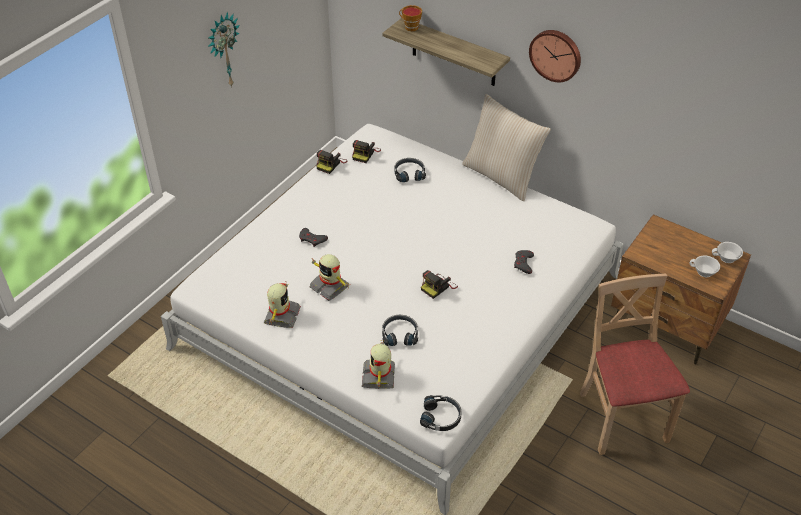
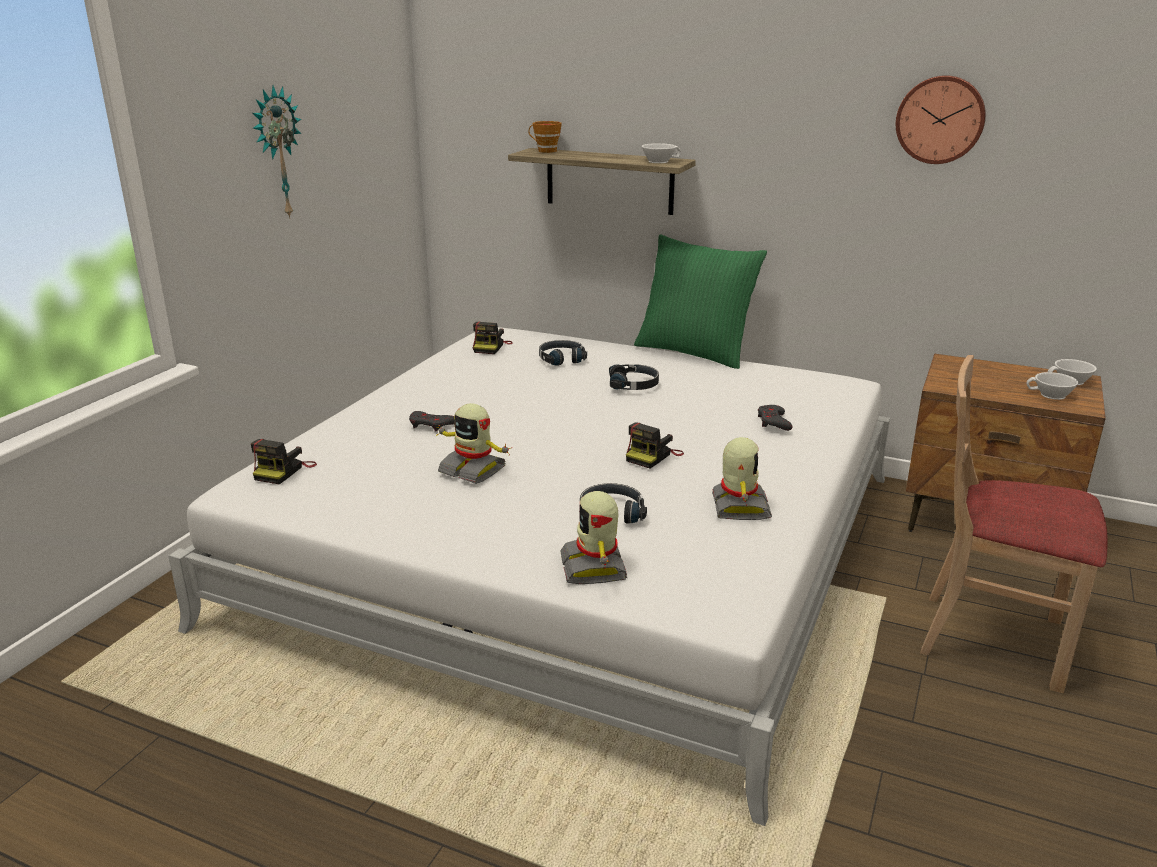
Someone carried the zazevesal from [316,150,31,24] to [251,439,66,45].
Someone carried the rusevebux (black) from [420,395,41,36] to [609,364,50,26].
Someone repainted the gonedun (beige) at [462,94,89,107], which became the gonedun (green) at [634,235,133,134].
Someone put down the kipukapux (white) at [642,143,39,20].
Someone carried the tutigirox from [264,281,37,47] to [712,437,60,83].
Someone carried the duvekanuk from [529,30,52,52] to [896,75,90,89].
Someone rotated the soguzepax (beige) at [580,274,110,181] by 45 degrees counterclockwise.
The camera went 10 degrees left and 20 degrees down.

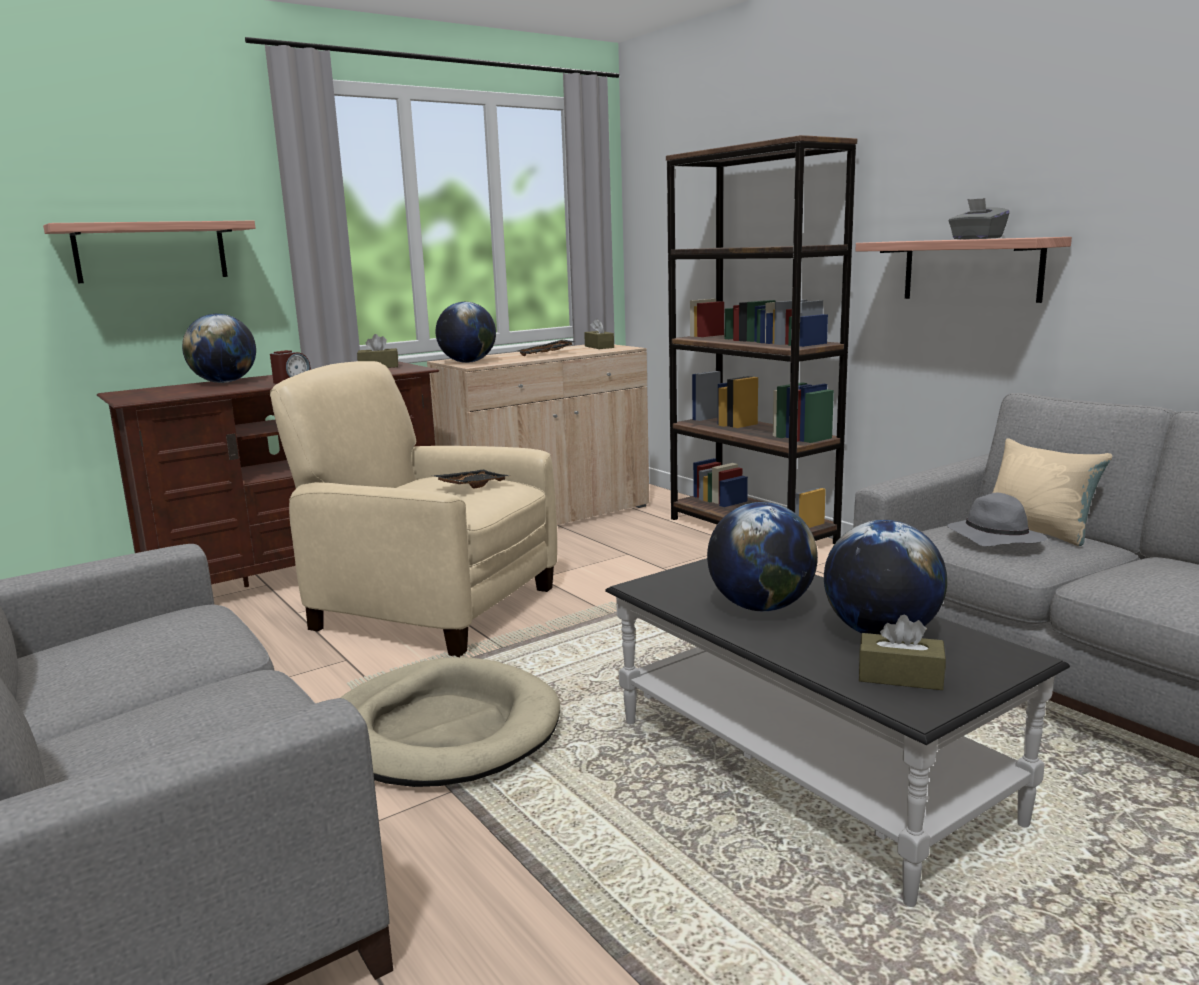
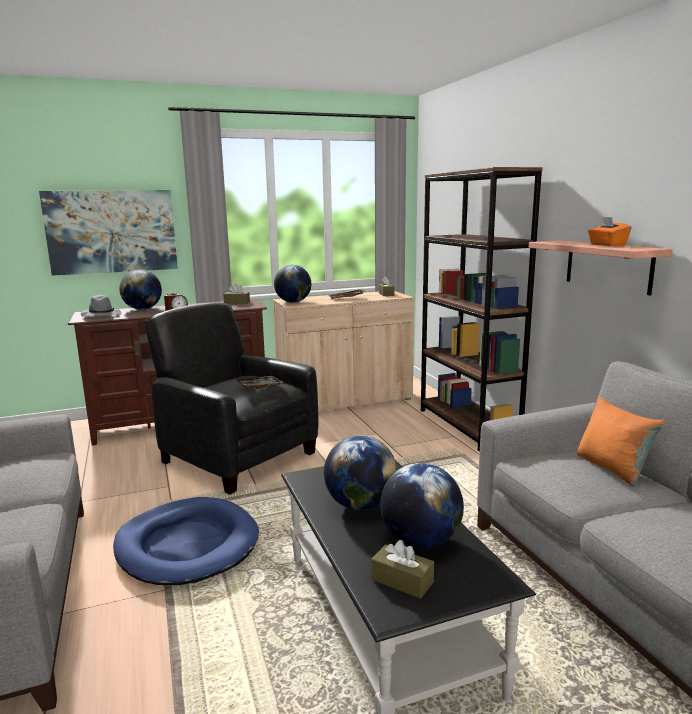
Someone swapped the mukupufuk at [43,221,212,62] for the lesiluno at [39,190,139,86].
Someone carried the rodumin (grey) from [947,492,100,55] to [81,295,40,22].
Someone repainted the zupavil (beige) at [340,657,220,130], which became the zupavil (blue) at [113,497,146,88].
Someone repainted the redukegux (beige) at [270,361,287,296], which became the redukegux (black) at [145,303,173,192].
Someone repainted the gonedun (beige) at [993,438,120,108], which became the gonedun (orange) at [577,397,88,89].
Someone repainted the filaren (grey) at [949,198,61,41], which became the filaren (orange) at [588,217,43,29].
The camera went 15 degrees right and 0 degrees up.

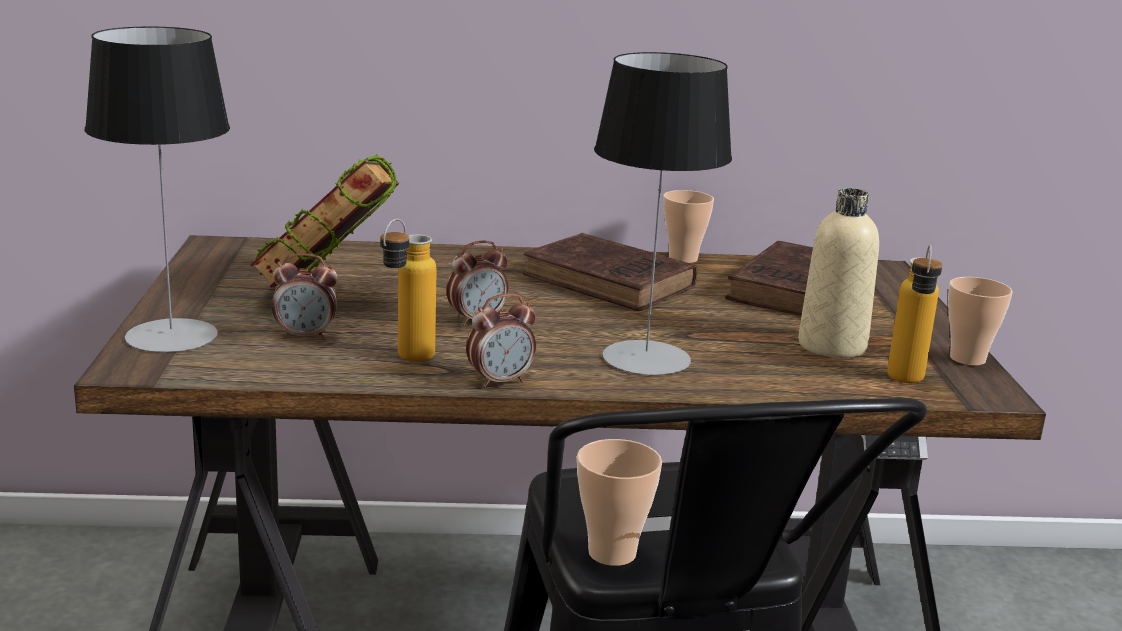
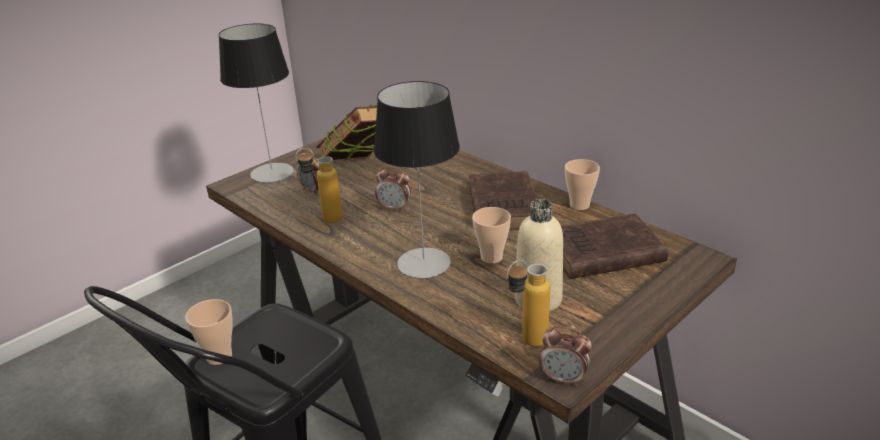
Someone carried the kipukapux from [948,277,65,89] to [472,207,39,56].
Someone carried the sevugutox from [466,293,70,95] to [539,326,53,61].
The camera went 50 degrees right and 10 degrees up.

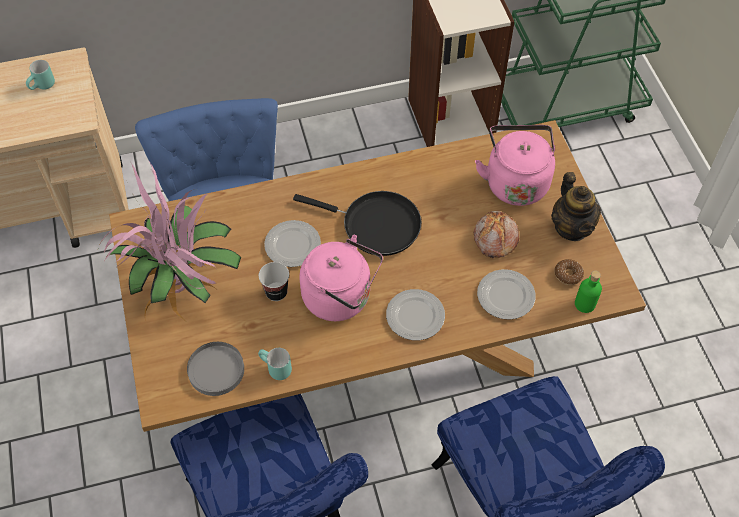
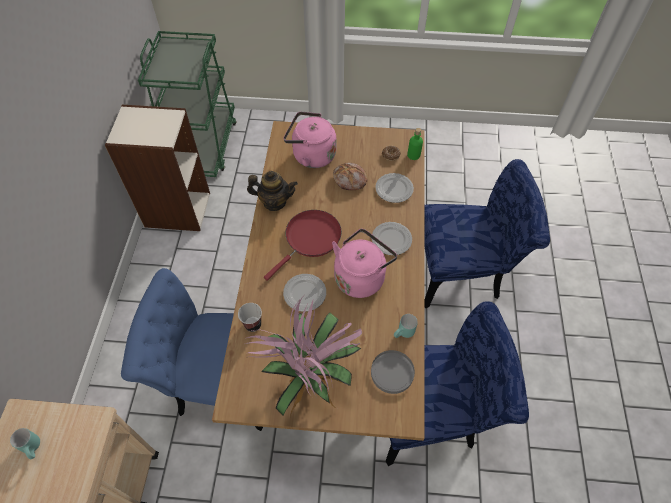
Someone carried the kipukapux from [259,262,30,39] to [238,303,24,29].
Someone carried the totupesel from [551,172,50,69] to [247,171,51,40].
Someone repainted the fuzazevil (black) at [293,191,128,65], which became the fuzazevil (red) at [264,210,78,71].
The camera went 70 degrees left and 0 degrees up.

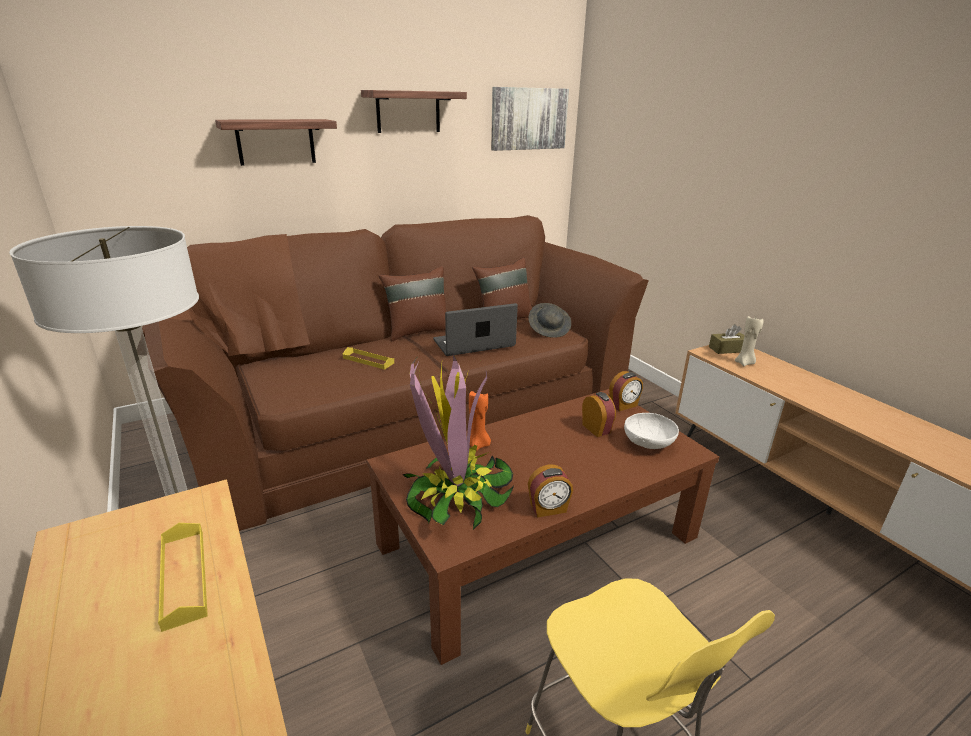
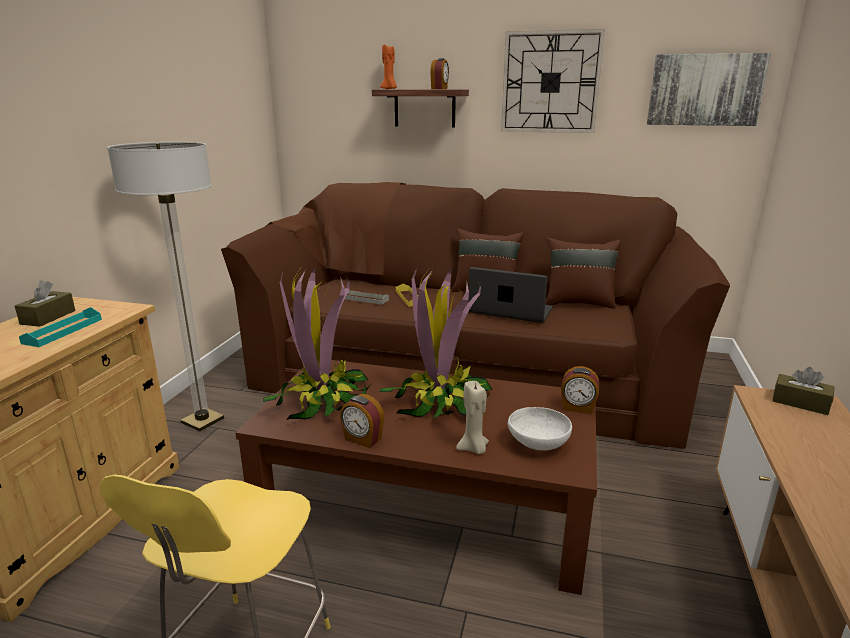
Someone put down the filaren (brown) at [15,281,60,46].
Someone repainted the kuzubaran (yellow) at [158,523,50,109], which became the kuzubaran (turquoise) at [19,307,83,40].
Someone put down the kuzubaran (grey) at [345,290,44,15].
Someone put down the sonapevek at [379,264,114,154].
Someone carried the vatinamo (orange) from [469,391,22,60] to [380,45,17,44].
Someone carried the sevugutox from [582,392,34,45] to [430,58,19,31].
Someone carried the vatinamo (beige) from [735,316,29,50] to [456,381,33,73].
Someone swapped the mukupufuk at [361,90,106,43] for the duvekanuk at [501,29,104,104].
Someone took away the rodumin (grey) at [528,303,43,35].
The camera went 45 degrees right and 5 degrees down.

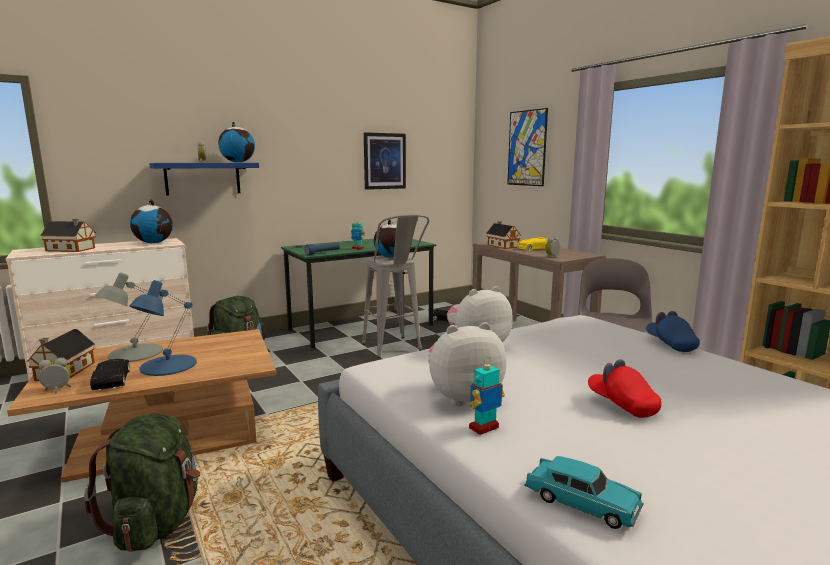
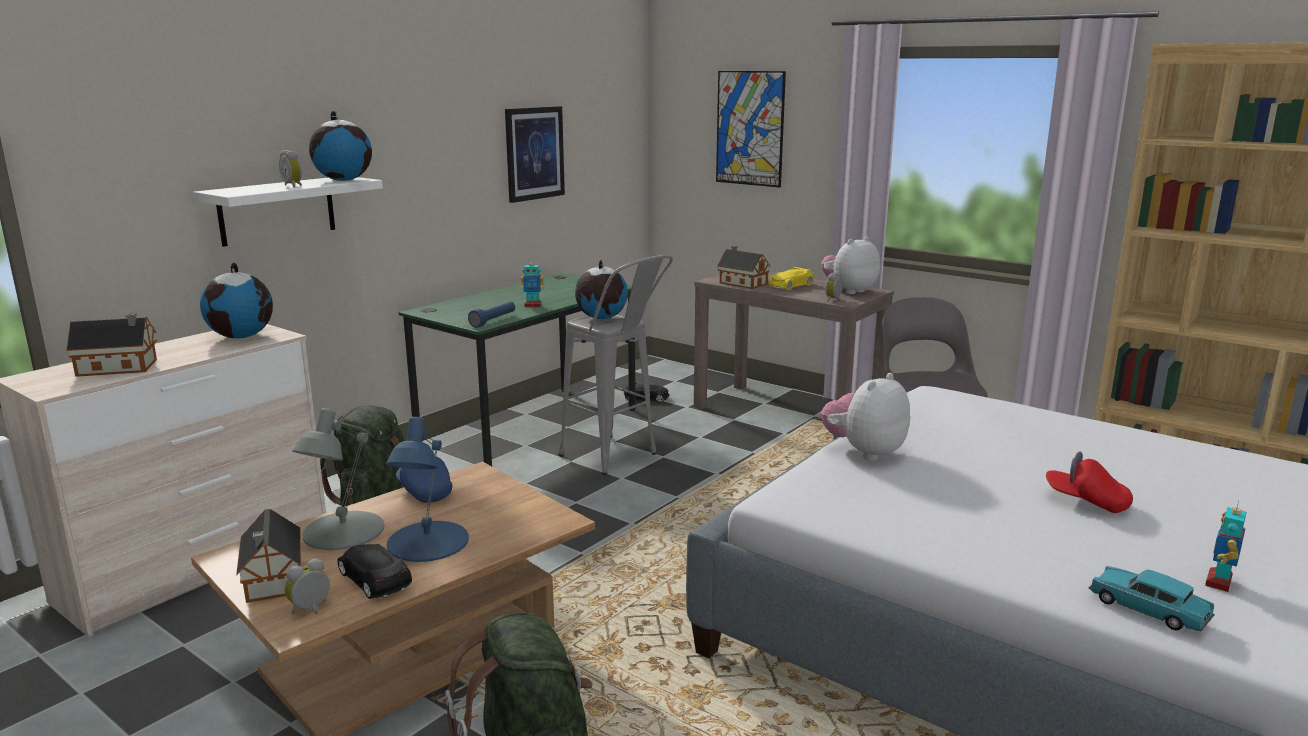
Someone repainted the mukupufuk (blue) at [149,163,110,33], which became the mukupufuk (white) at [193,177,190,70].
Someone carried the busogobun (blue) from [646,311,54,41] to [396,456,56,47].
Someone carried the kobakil from [428,322,79,84] to [821,236,59,58].
Someone rotated the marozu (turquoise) at [524,456,120,73] by 150 degrees counterclockwise.
Someone carried the tutigirox from [469,357,36,78] to [1205,500,42,92].
The camera went 20 degrees left and 5 degrees up.

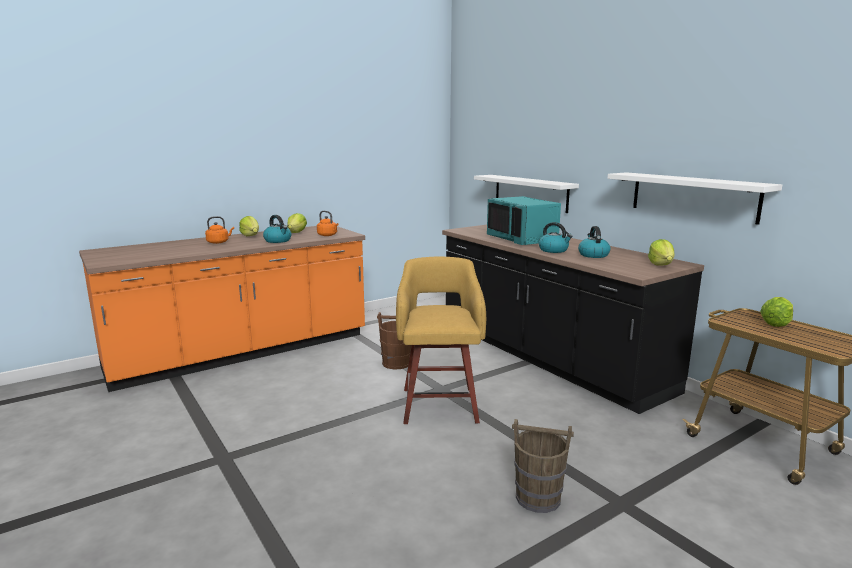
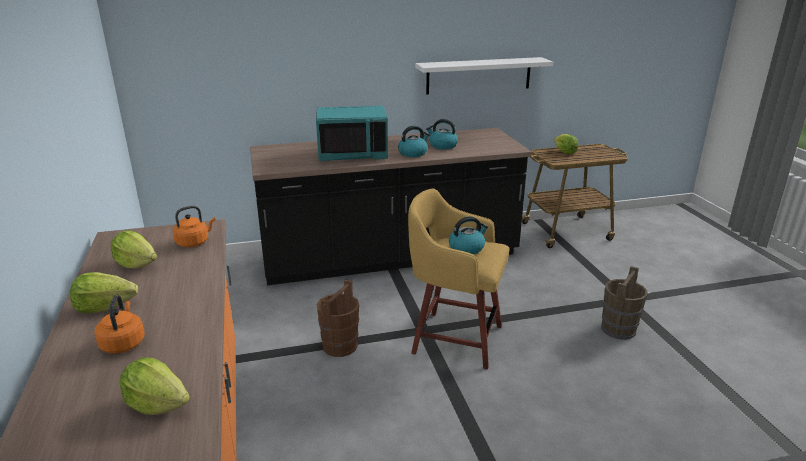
Someone carried the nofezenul from [648,239,27,27] to [120,357,70,58].
Someone carried the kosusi from [263,215,29,28] to [449,216,39,39].
Someone took away the mukupufuk (white) at [474,175,105,38].
The camera went 70 degrees left and 10 degrees up.

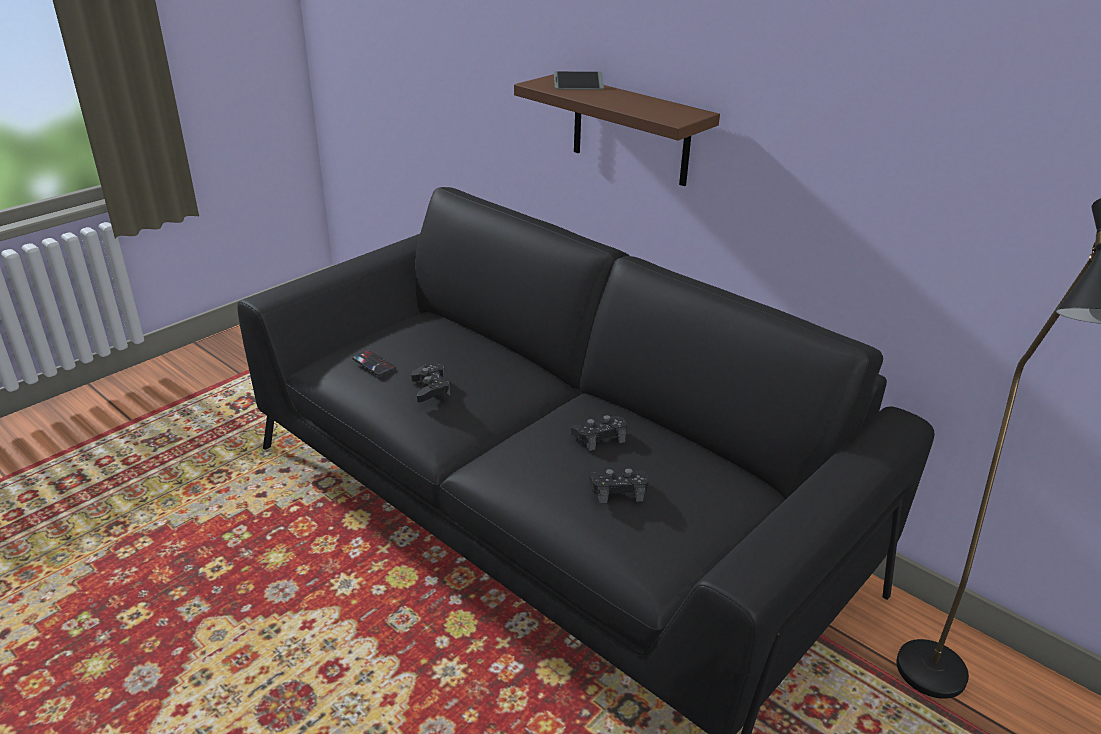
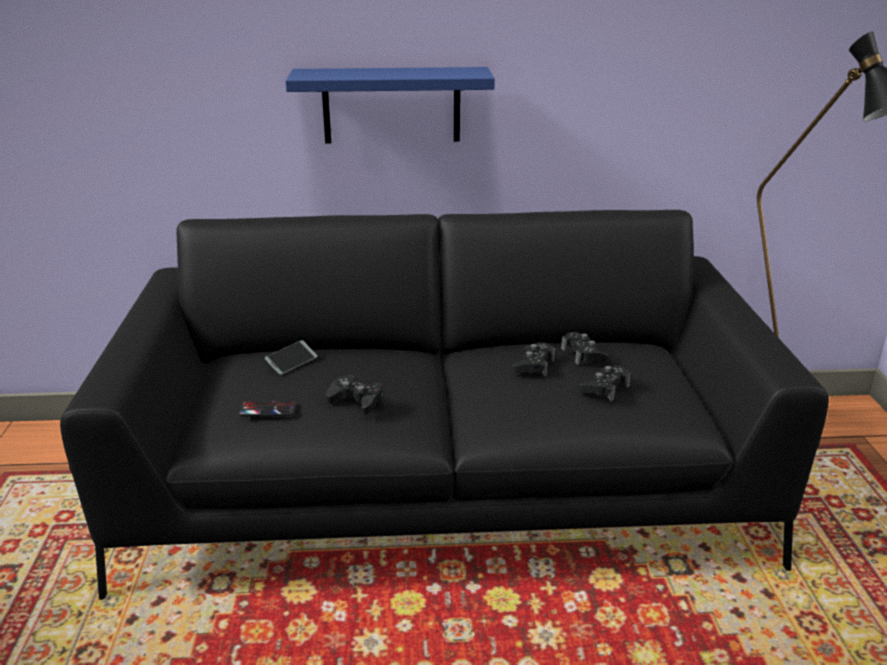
Someone carried the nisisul from [554,71,50,18] to [265,340,53,35].
Someone repainted the mukupufuk (brown) at [514,74,206,112], which became the mukupufuk (blue) at [285,67,210,77].
Someone put down the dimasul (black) at [561,332,48,33].
The camera went 45 degrees left and 5 degrees down.

